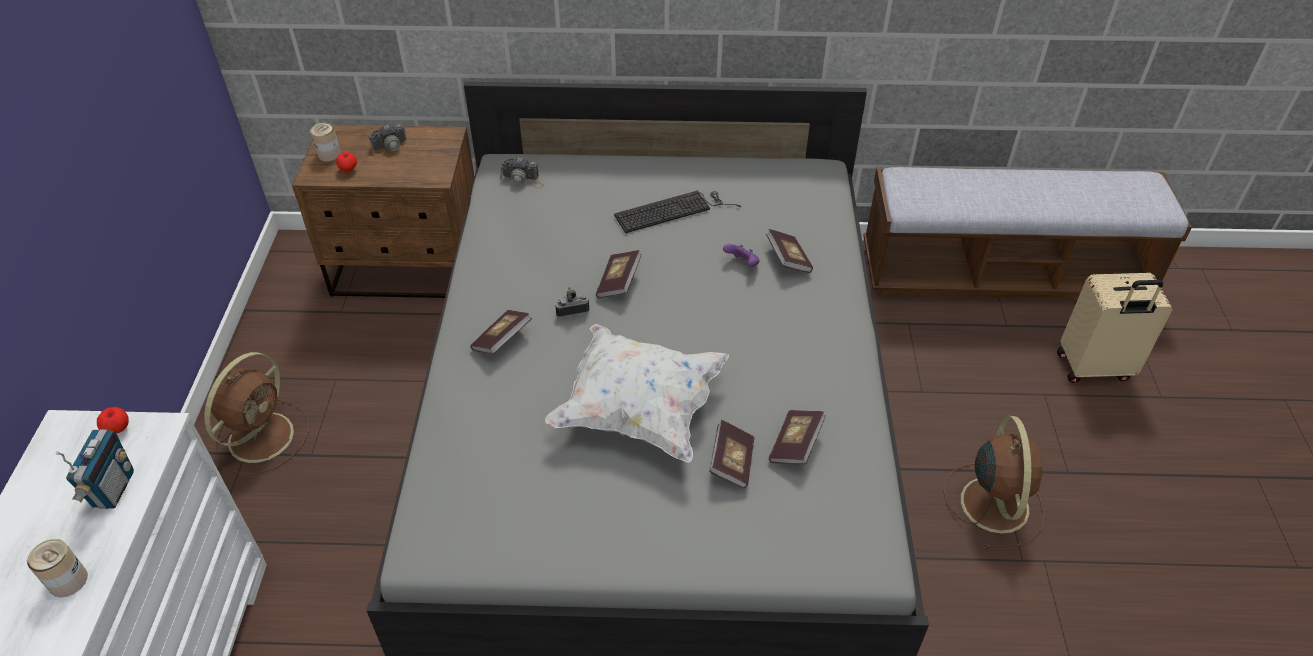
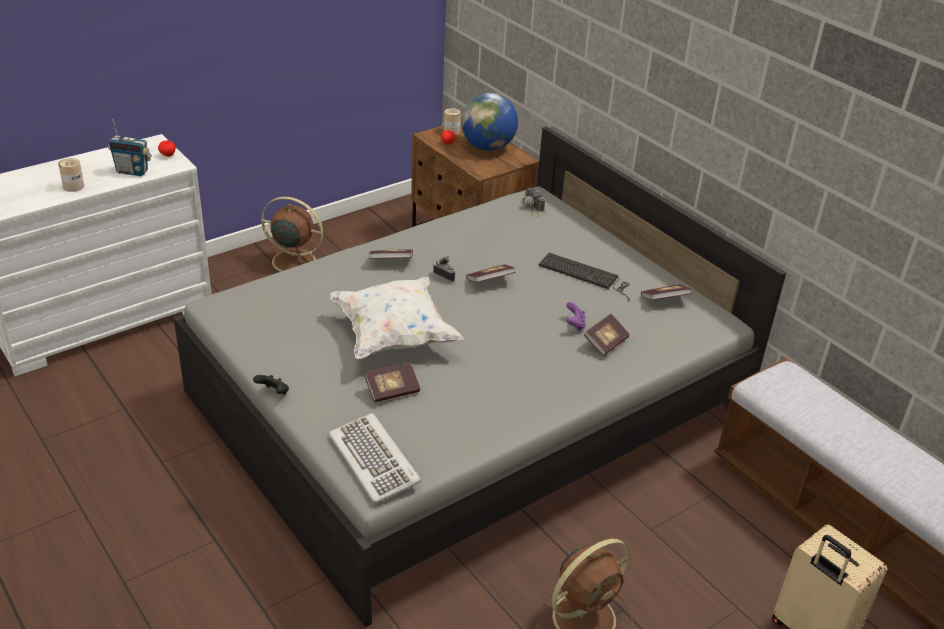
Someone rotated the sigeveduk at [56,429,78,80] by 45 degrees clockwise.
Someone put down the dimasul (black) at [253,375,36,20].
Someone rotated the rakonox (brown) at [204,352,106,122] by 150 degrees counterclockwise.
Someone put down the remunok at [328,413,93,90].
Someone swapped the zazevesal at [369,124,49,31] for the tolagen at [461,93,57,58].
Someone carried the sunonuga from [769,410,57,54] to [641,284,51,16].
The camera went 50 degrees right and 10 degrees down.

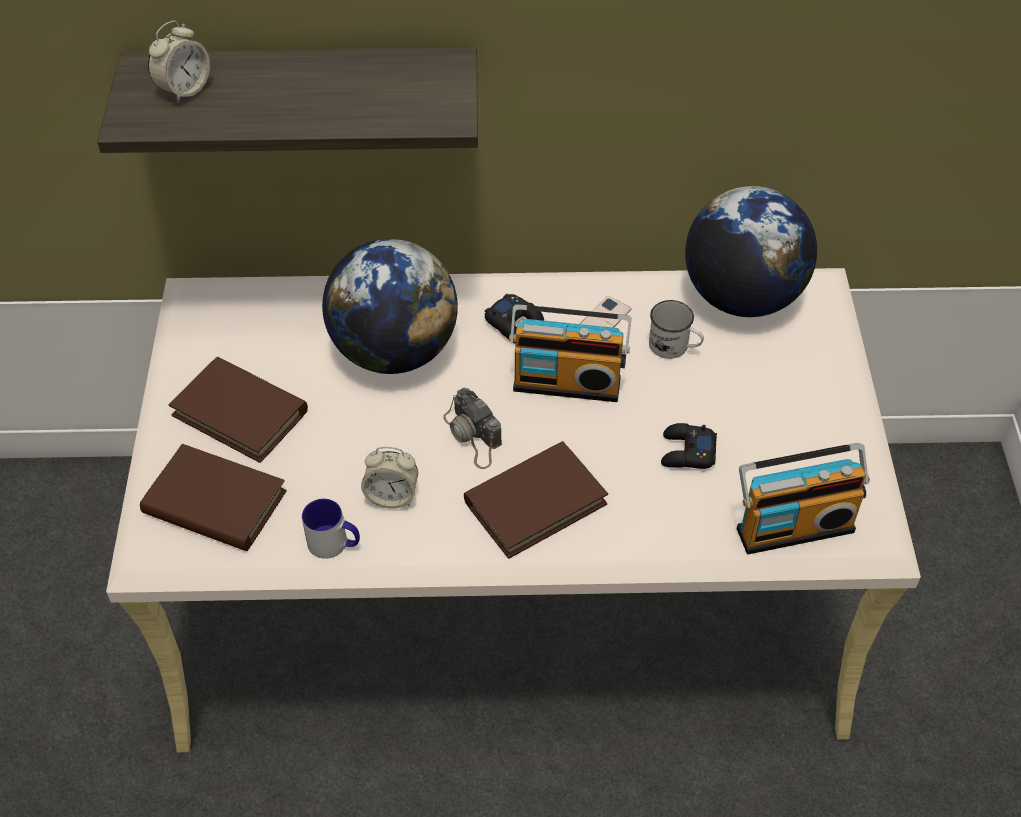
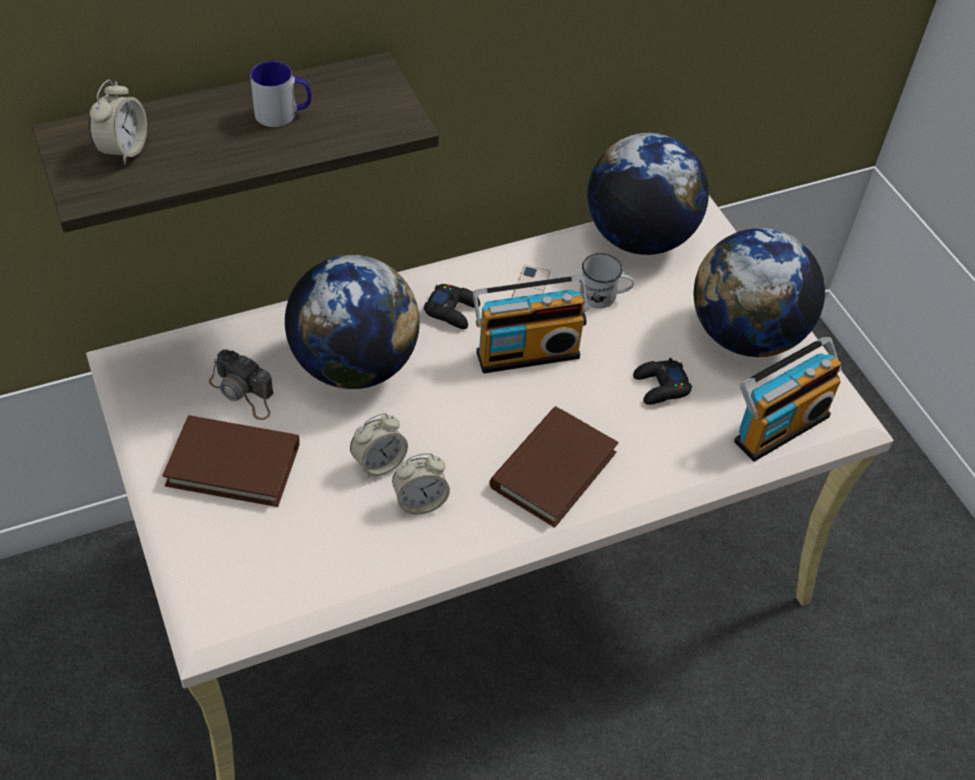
Someone carried the zazevesal from [443,388,59,81] to [209,350,65,70].
Someone carried the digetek from [302,499,58,60] to [250,61,61,66].
Someone put down the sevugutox at [350,413,58,65].
Someone put down the tolagen at [694,228,131,129].
Someone took away the sunonuga (brown) at [140,444,147,107].
The camera went 25 degrees left and 0 degrees up.

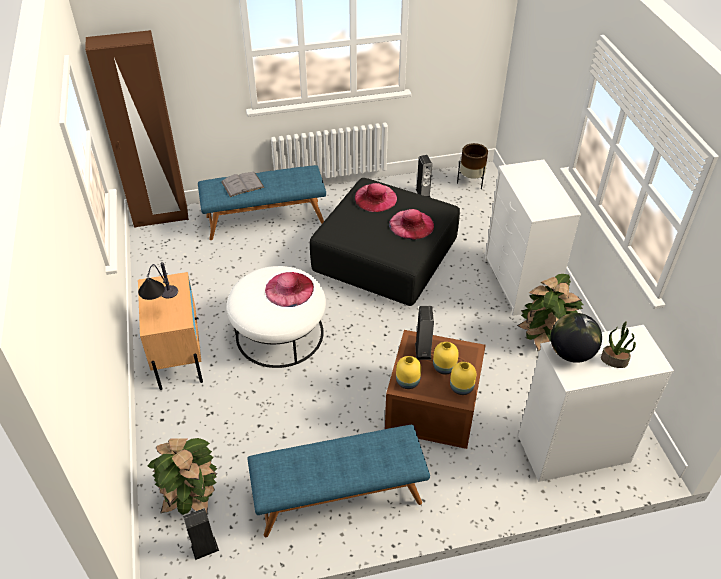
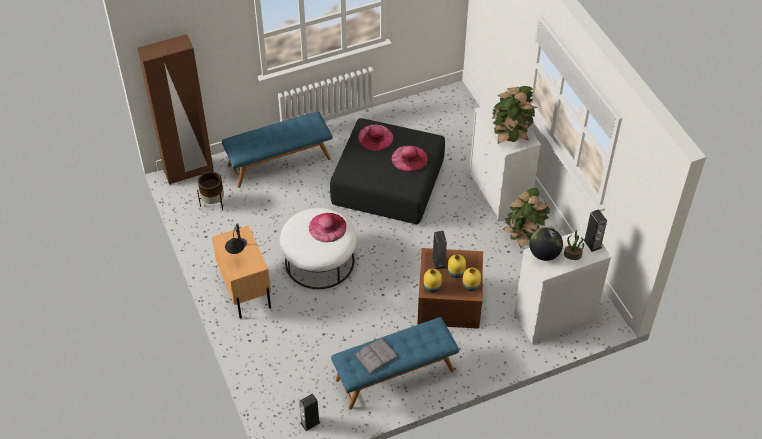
Someone carried the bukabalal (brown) from [457,143,31,46] to [197,171,27,39].
Someone carried the sunonuga (grey) from [221,172,43,25] to [355,338,44,36].
Someone carried the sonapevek from [147,438,70,77] to [492,86,46,58].
Someone carried the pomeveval from [416,155,16,42] to [583,209,24,43].
The camera went 10 degrees left and 5 degrees up.

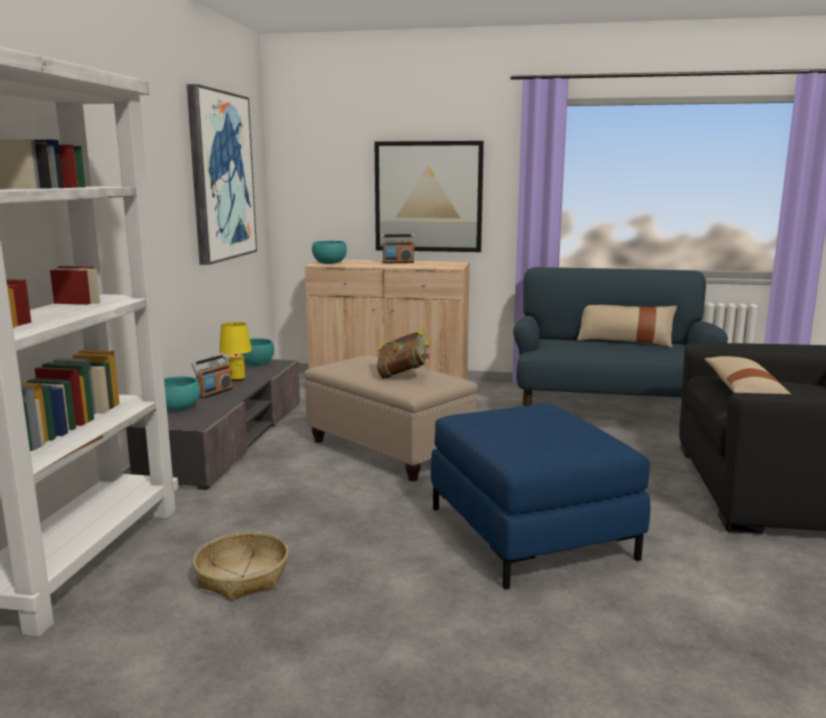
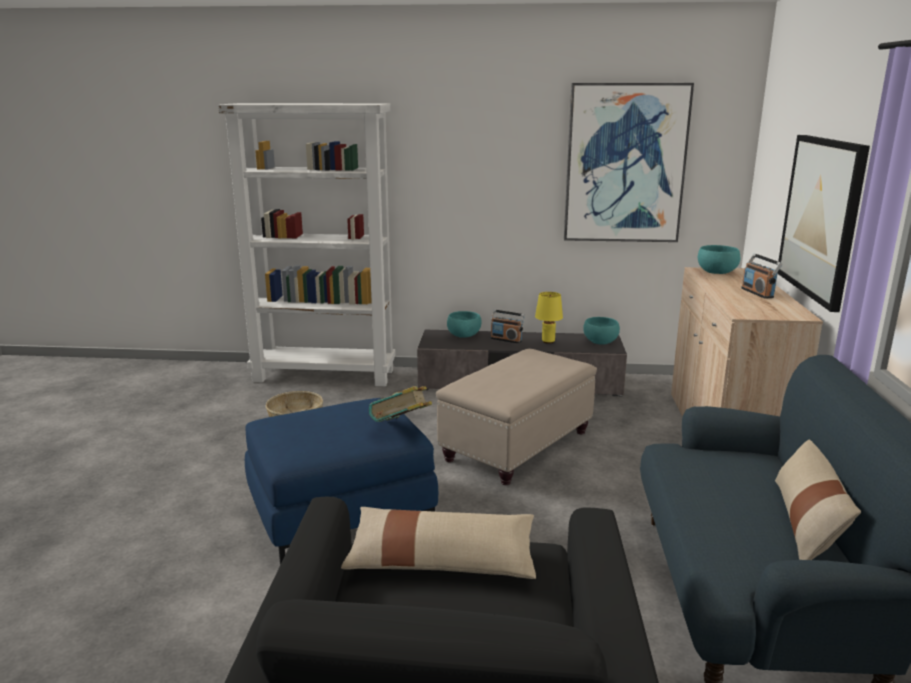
Someone carried the sunonuga from [377,328,53,51] to [369,386,63,36].
The camera went 85 degrees right and 5 degrees up.

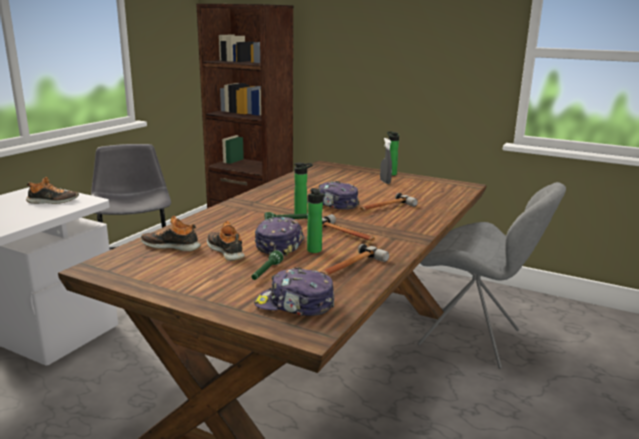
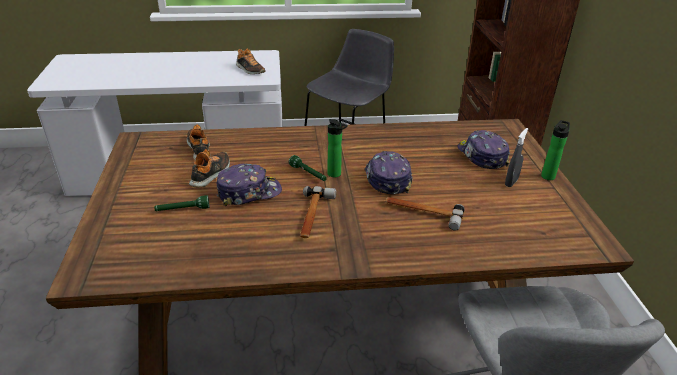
Someone carried the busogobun from [254,267,80,49] to [457,130,53,39].
Someone took away the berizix at [307,188,18,65].
Someone took away the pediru at [321,244,68,31].
The camera went 55 degrees right and 15 degrees up.

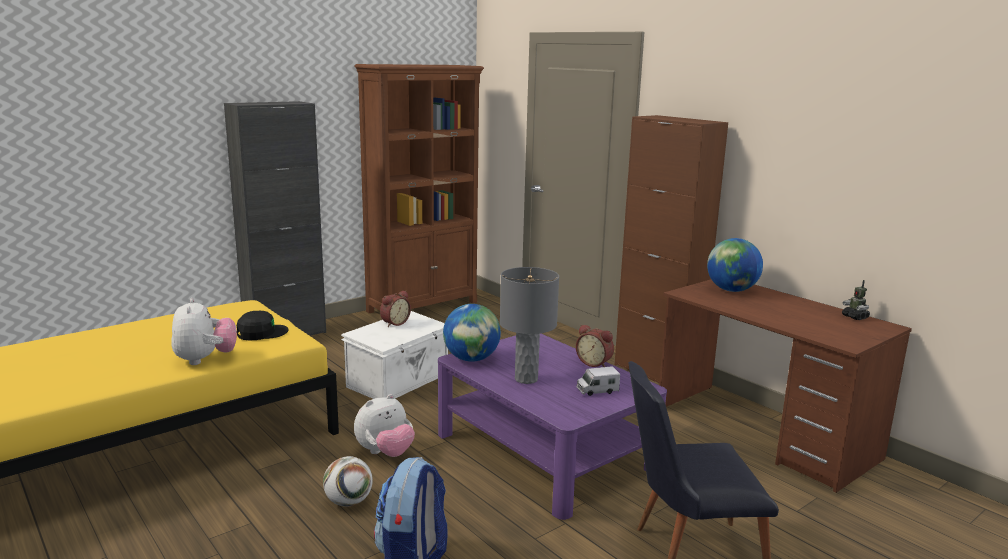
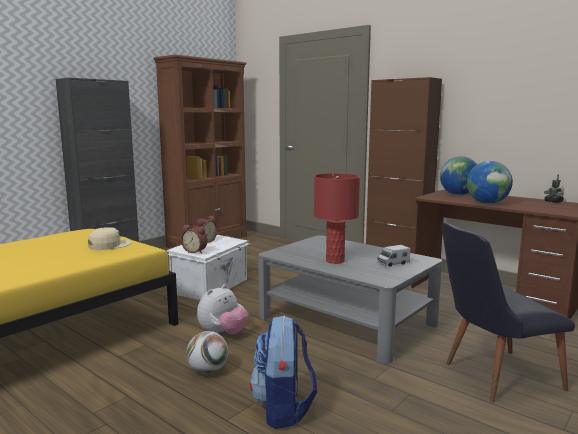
Someone repainted the busogobun (black) at [236,311,53,29], which became the busogobun (beige) at [88,227,43,23].
Someone carried the sevugutox from [576,324,38,43] to [181,225,27,28].
Someone repainted the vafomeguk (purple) at [438,333,229,187], which became the vafomeguk (grey) at [258,235,184,129].
Someone repainted the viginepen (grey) at [500,267,59,117], which became the viginepen (red) at [314,173,46,91].
Someone carried the tolagen from [443,304,58,58] to [467,161,46,43].
Someone took away the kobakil at [171,298,66,67].
The camera went 10 degrees left and 5 degrees down.

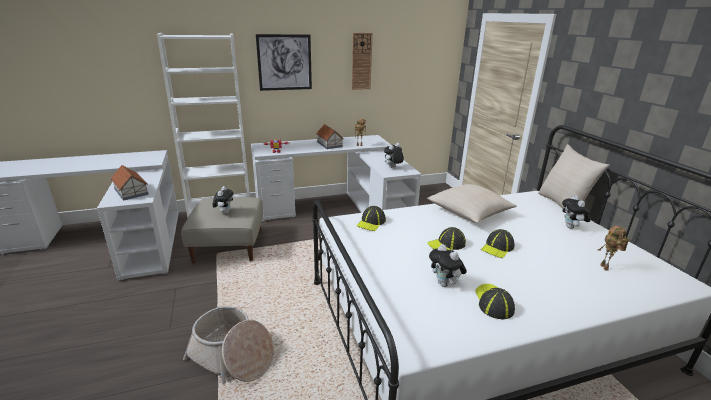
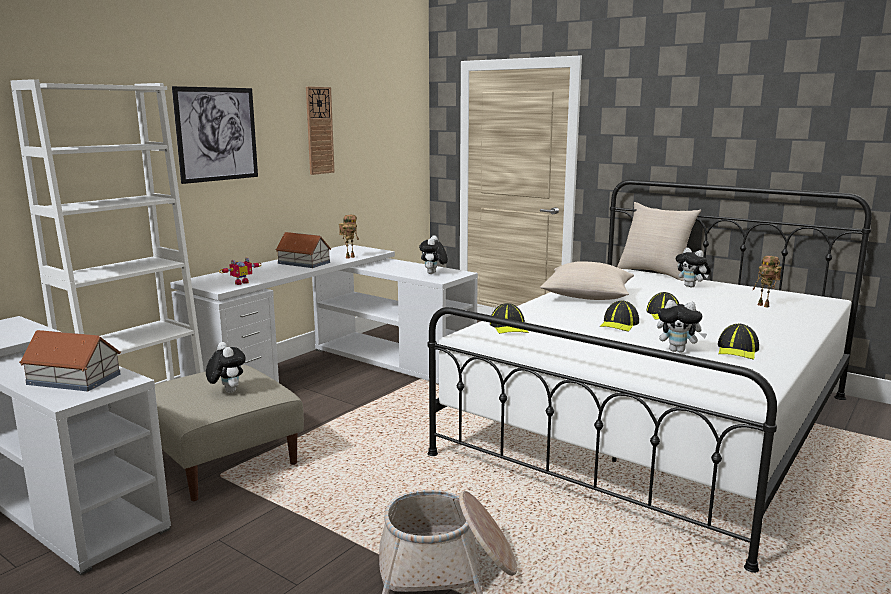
Someone rotated the busogobun at [475,284,40,35] by 120 degrees counterclockwise.
The camera went 35 degrees left and 10 degrees down.

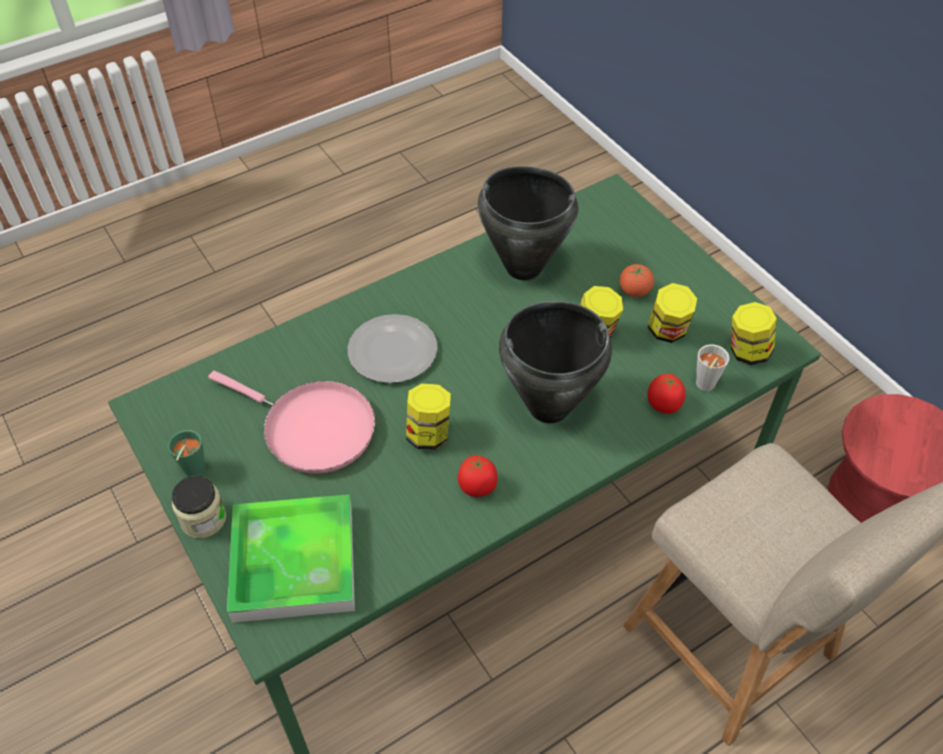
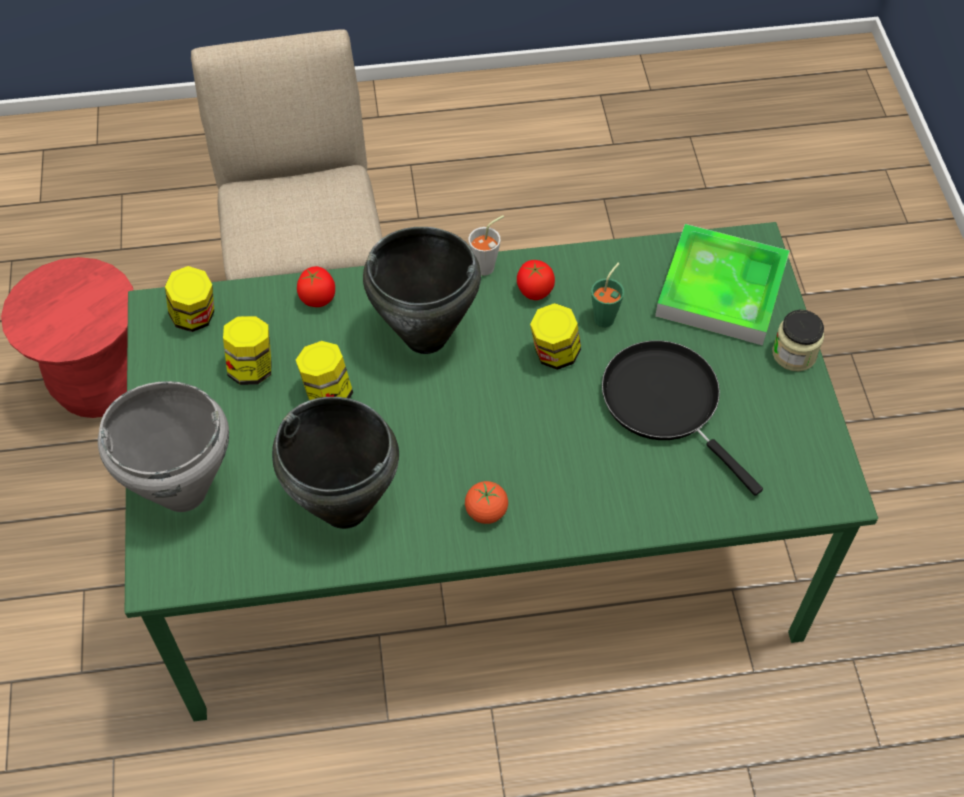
Someone put down the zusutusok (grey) at [98,381,131,131].
Someone carried the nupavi from [619,264,35,33] to [465,481,43,43].
Someone carried the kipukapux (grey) from [696,344,33,47] to [468,216,36,60].
Someone carried the kipukapux (green) from [168,430,37,47] to [591,263,33,64].
Someone repainted the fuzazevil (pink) at [208,371,167,103], which became the fuzazevil (black) at [602,340,161,156].
Someone took away the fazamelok at [348,314,89,69].
The camera went 155 degrees left and 5 degrees up.

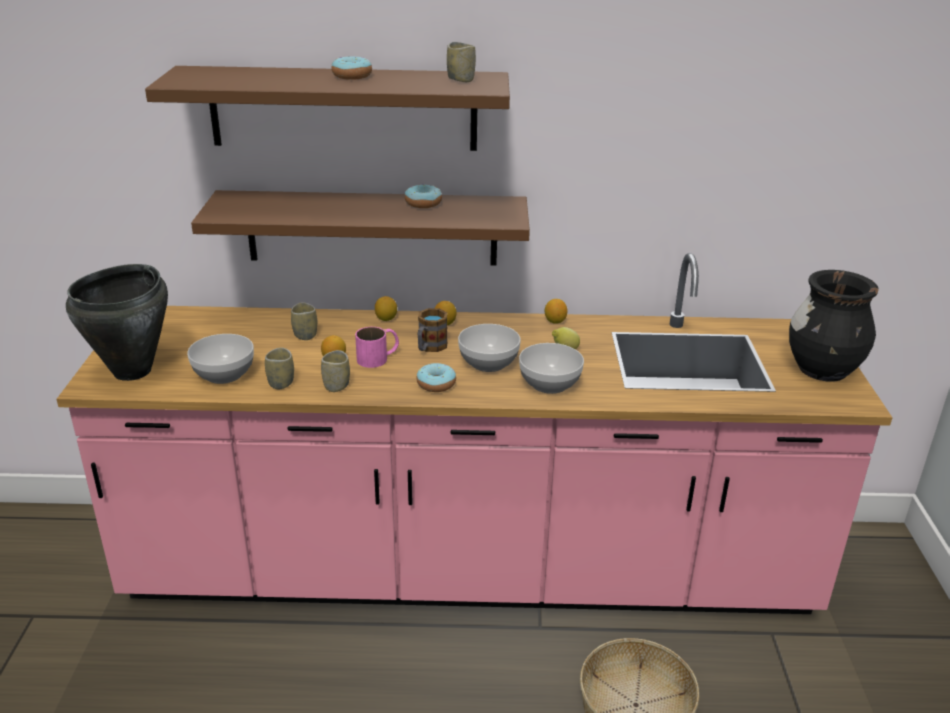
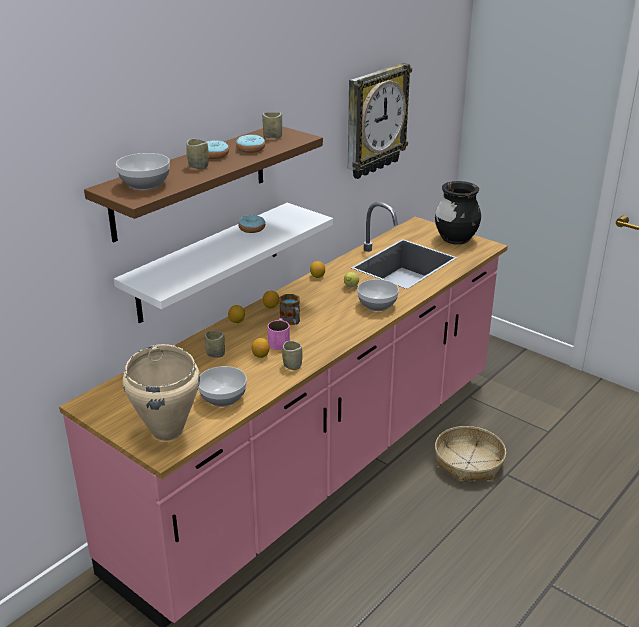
Someone repainted the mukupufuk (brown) at [191,190,339,76], which became the mukupufuk (white) at [114,203,219,120].
Someone carried the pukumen from [458,324,63,48] to [116,153,54,37].
Someone repainted the zusutusok (black) at [66,264,102,117], which became the zusutusok (beige) at [122,344,78,97].
Someone carried the kipukapux from [265,348,29,41] to [186,139,23,30].
Someone carried the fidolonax from [416,363,40,29] to [236,135,29,18].
Someone put up the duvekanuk at [348,63,64,116].
The camera went 50 degrees left and 0 degrees up.

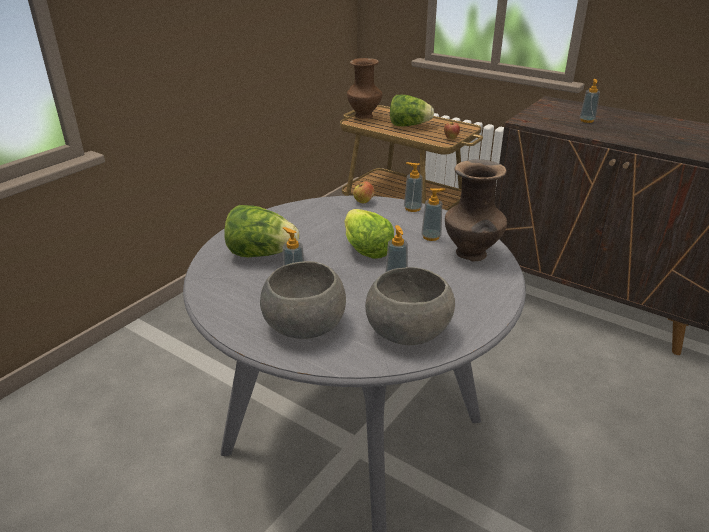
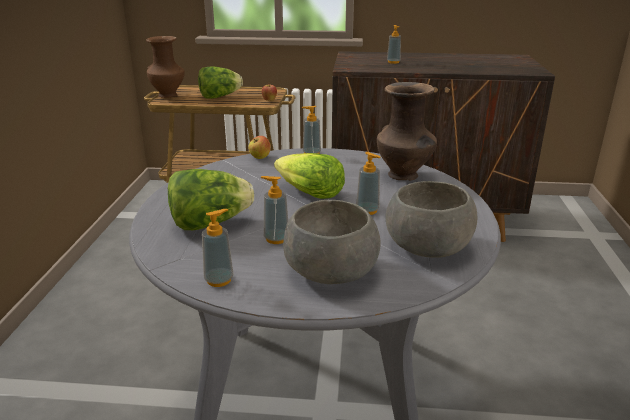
Someone carried the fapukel from [421,188,25,53] to [202,209,32,78].
The camera went 30 degrees left and 5 degrees down.

